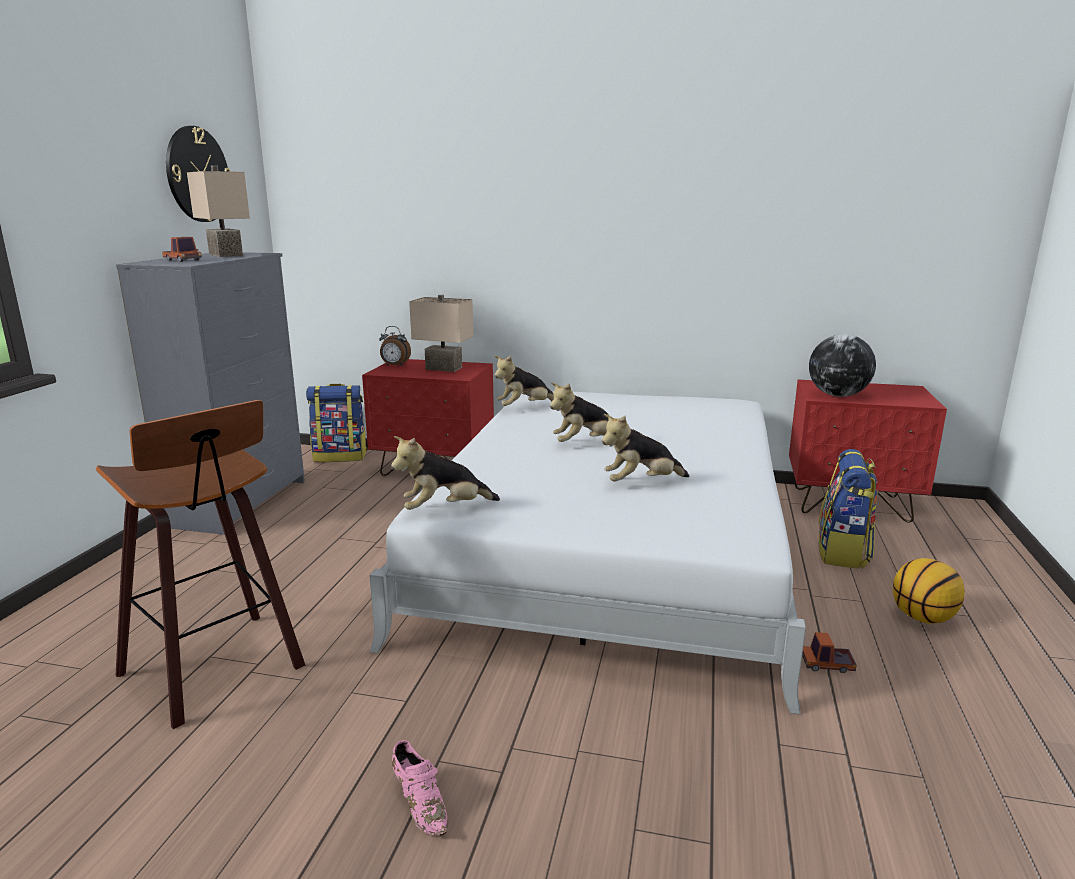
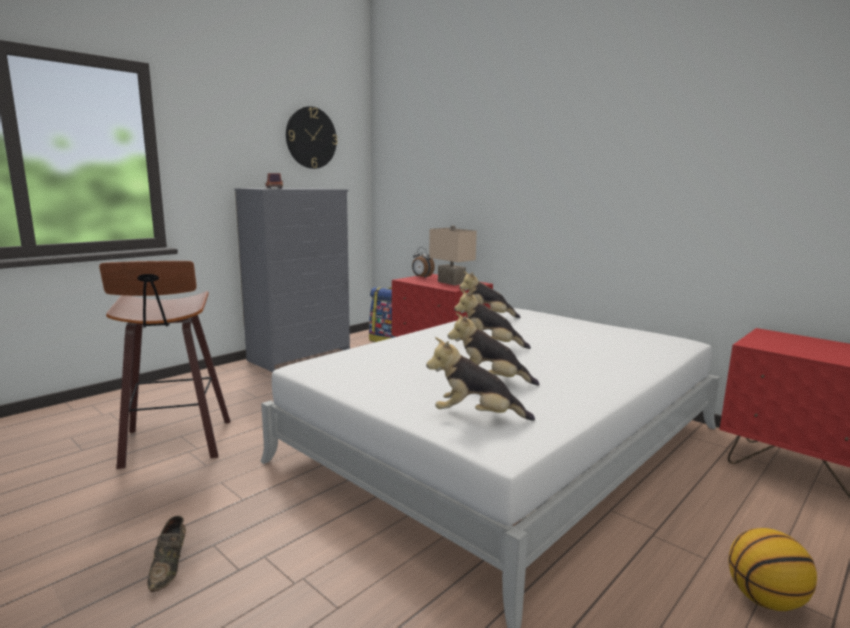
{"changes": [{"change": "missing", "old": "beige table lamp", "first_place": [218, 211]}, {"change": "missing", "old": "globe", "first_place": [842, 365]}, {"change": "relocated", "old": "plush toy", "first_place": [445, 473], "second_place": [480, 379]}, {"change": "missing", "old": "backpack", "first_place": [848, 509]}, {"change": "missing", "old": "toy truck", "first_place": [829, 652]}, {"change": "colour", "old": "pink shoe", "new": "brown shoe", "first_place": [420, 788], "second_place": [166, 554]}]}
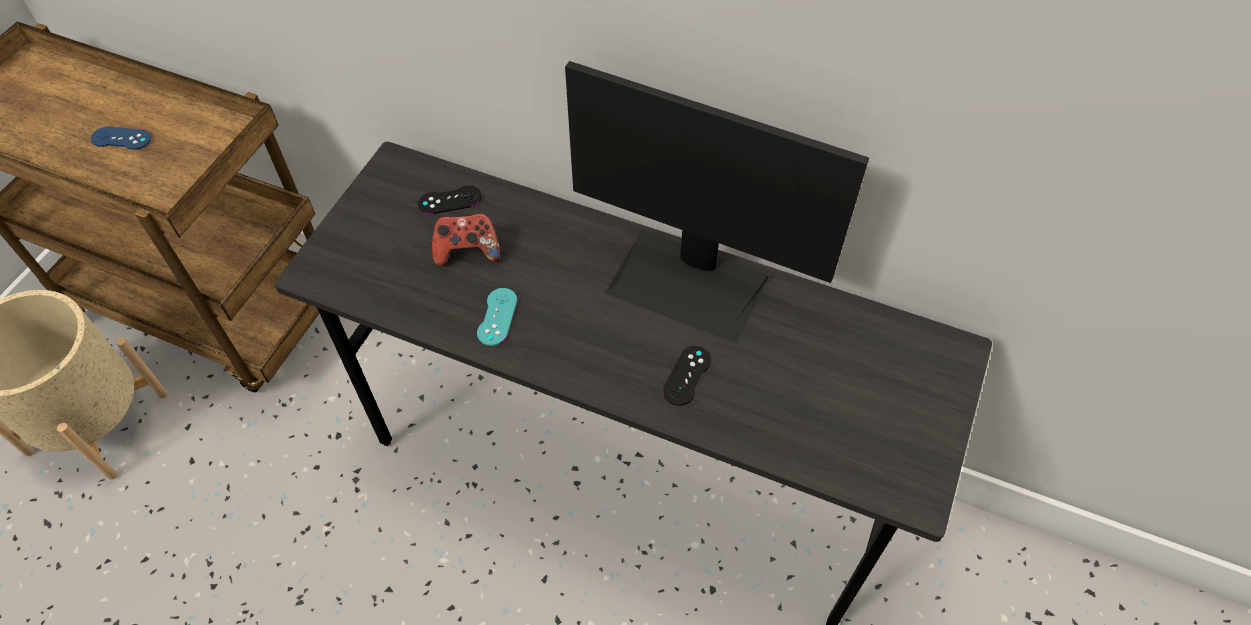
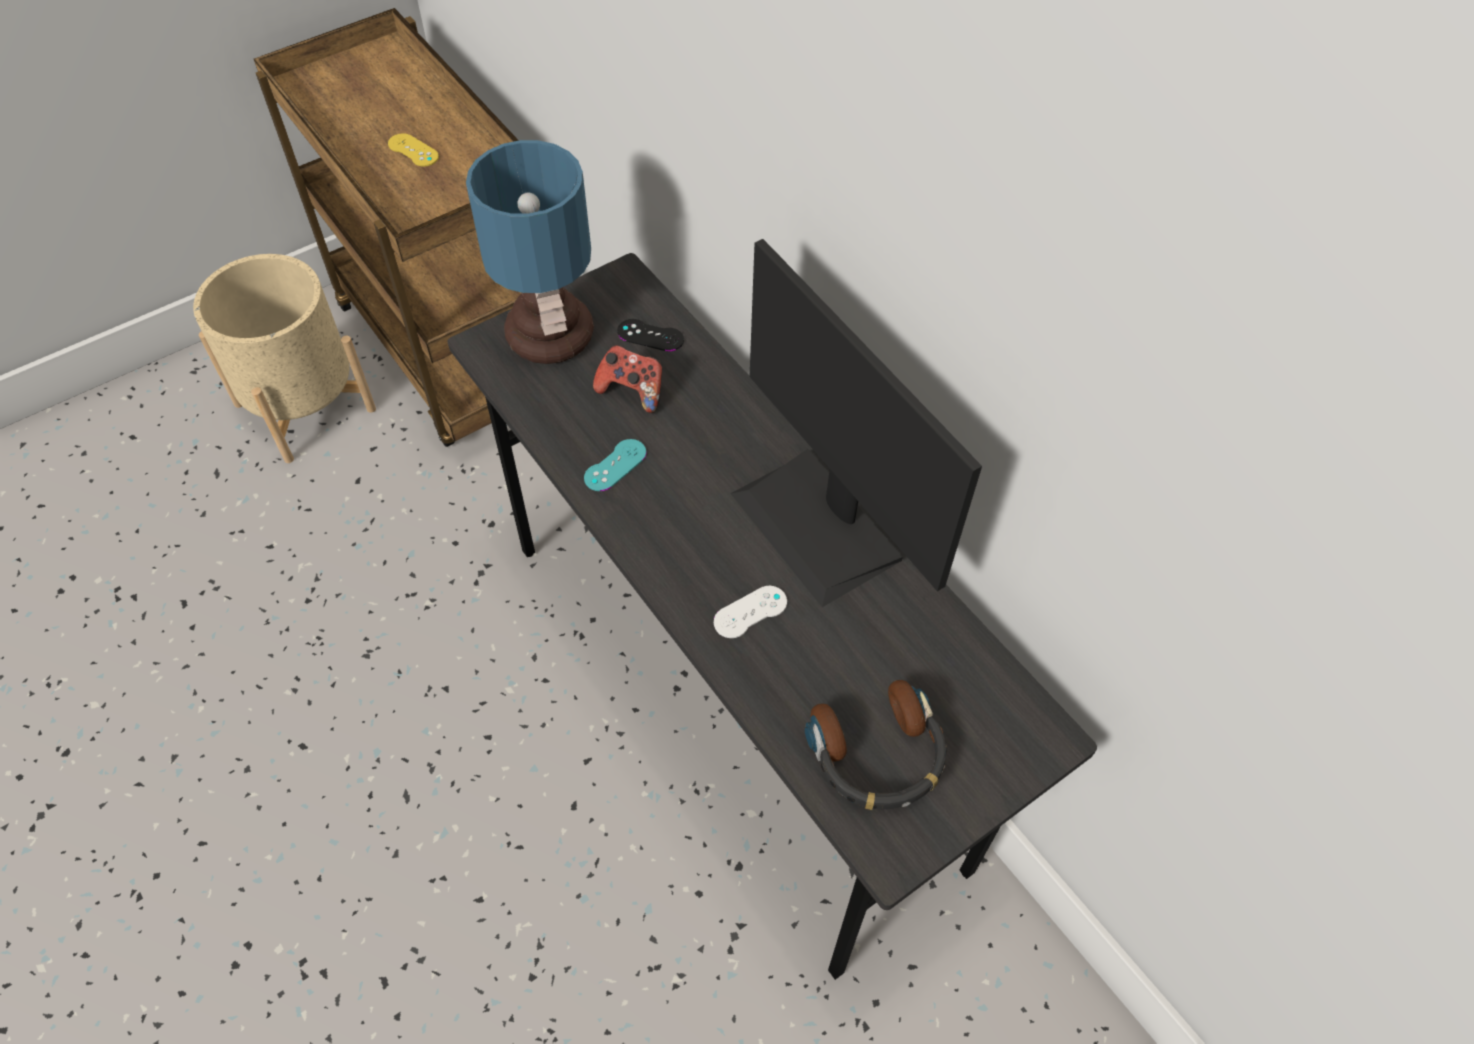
{"changes": [{"change": "colour", "old": "blue game controller", "new": "yellow game controller", "first_place": [121, 138], "second_place": [413, 150]}, {"change": "colour", "old": "black game controller", "new": "white game controller", "first_place": [687, 376], "second_place": [750, 612]}, {"change": "appeared", "new": "table lamp", "second_place": [530, 252]}, {"change": "appeared", "new": "headphones", "second_place": [876, 745]}]}
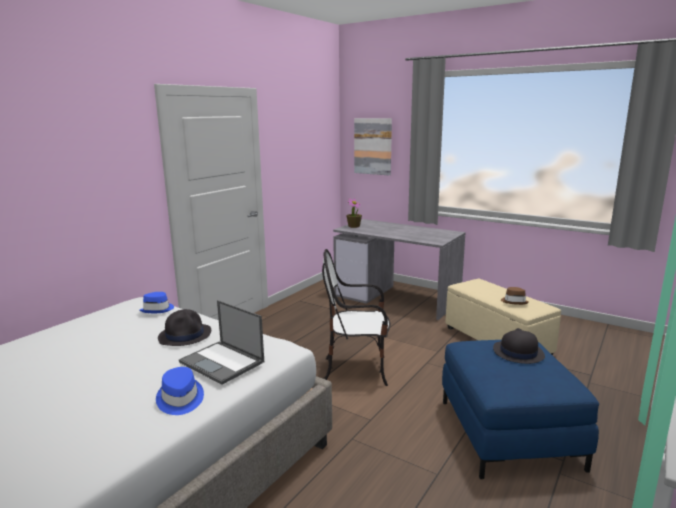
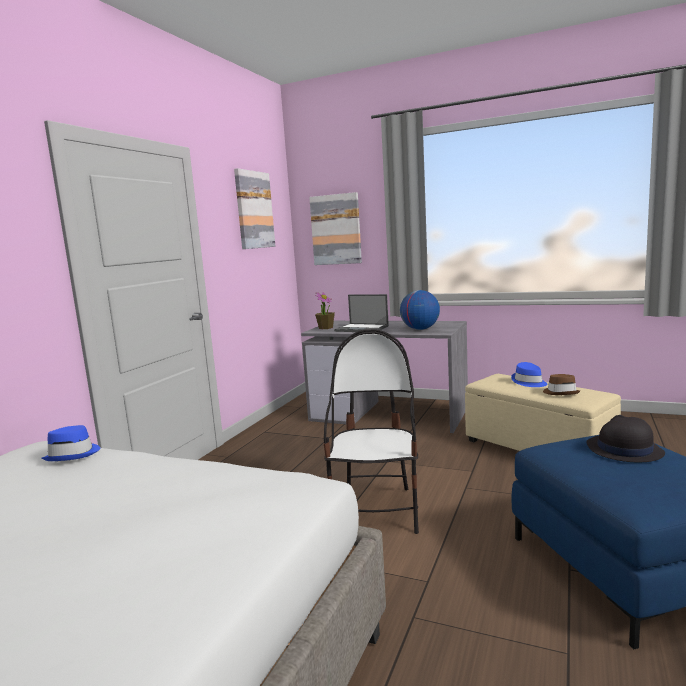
{"changes": [{"change": "spun", "old": "chair", "first_place": [356, 317], "second_place": [371, 431], "degrees": 105}, {"change": "relocated", "old": "laptop", "first_place": [221, 342], "second_place": [361, 313]}, {"change": "missing", "old": "black hat", "first_place": [184, 327]}, {"change": "relocated", "old": "blue hat", "first_place": [180, 391], "second_place": [529, 374]}, {"change": "appeared", "new": "picture", "second_place": [254, 208]}, {"change": "appeared", "new": "globe", "second_place": [420, 310]}]}
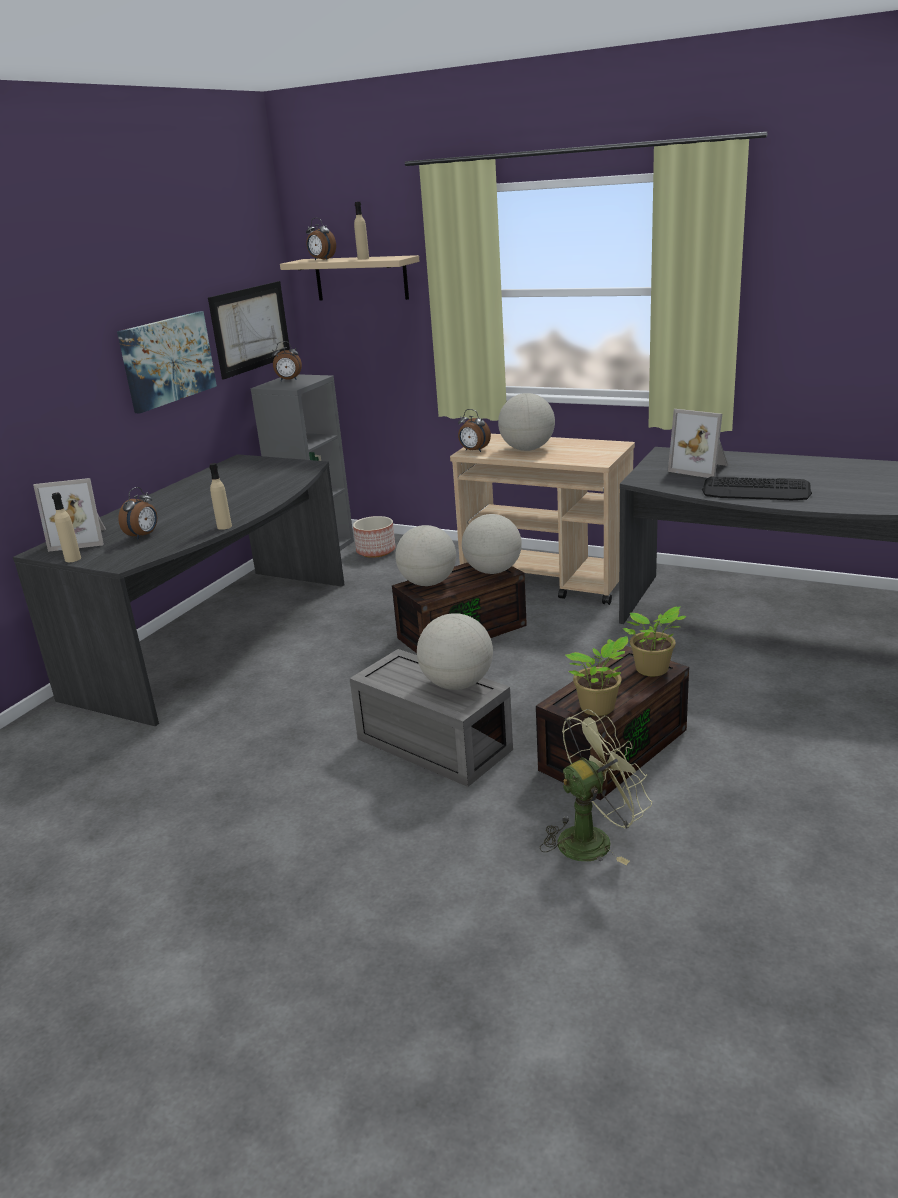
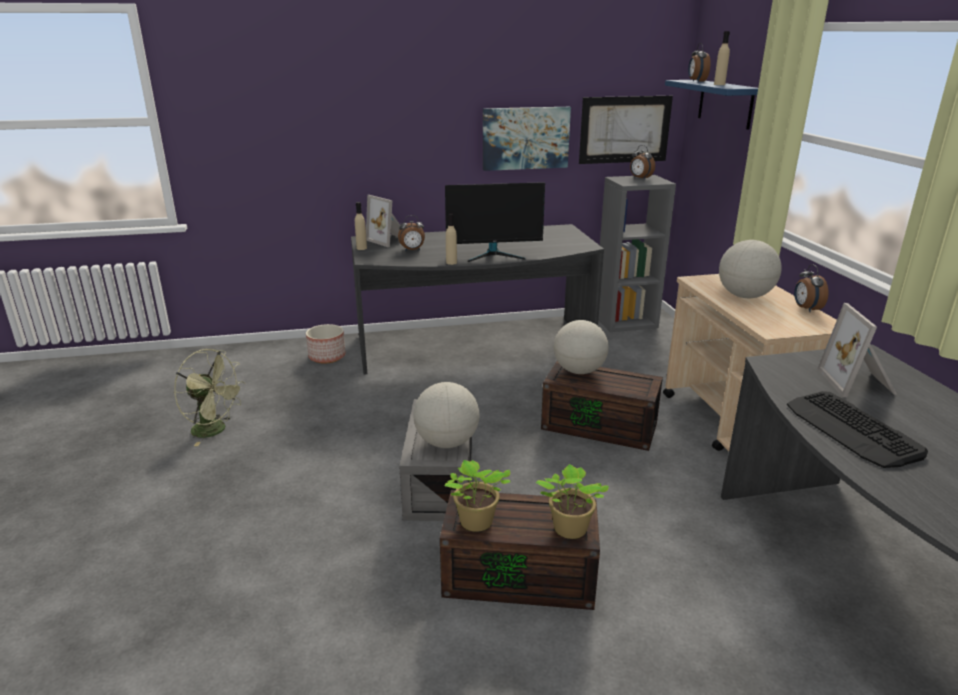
{"changes": [{"change": "colour", "old": "beige shelf", "new": "blue shelf", "first_place": [349, 277], "second_place": [711, 105]}, {"change": "relocated", "old": "alarm clock", "first_place": [474, 430], "second_place": [811, 288]}, {"change": "missing", "old": "globe", "first_place": [492, 544]}, {"change": "relocated", "old": "planter", "first_place": [374, 537], "second_place": [326, 344]}, {"change": "relocated", "old": "green fan", "first_place": [596, 787], "second_place": [210, 397]}, {"change": "appeared", "new": "monitor", "second_place": [495, 222]}]}
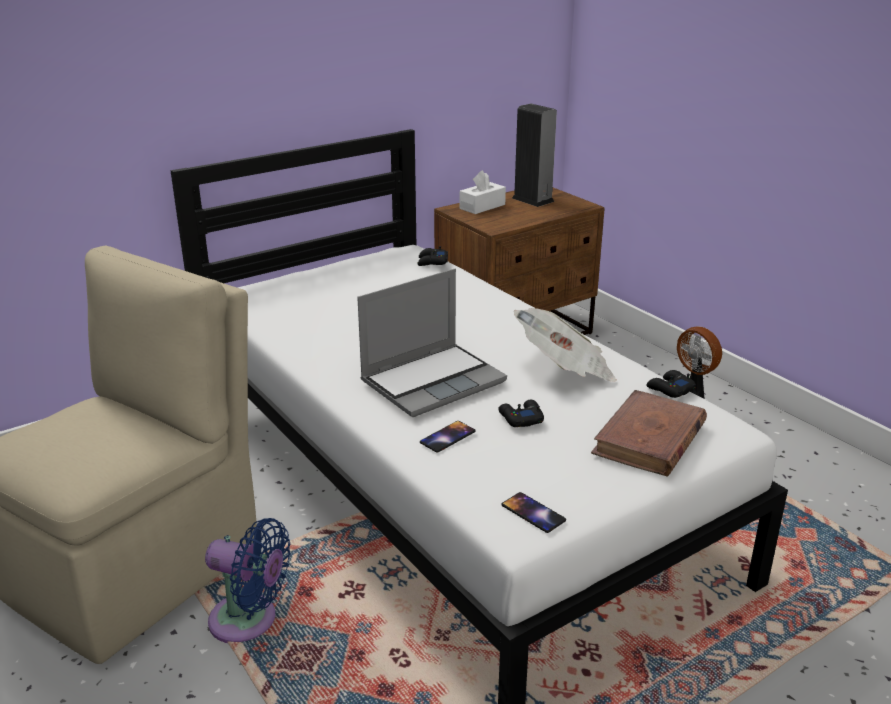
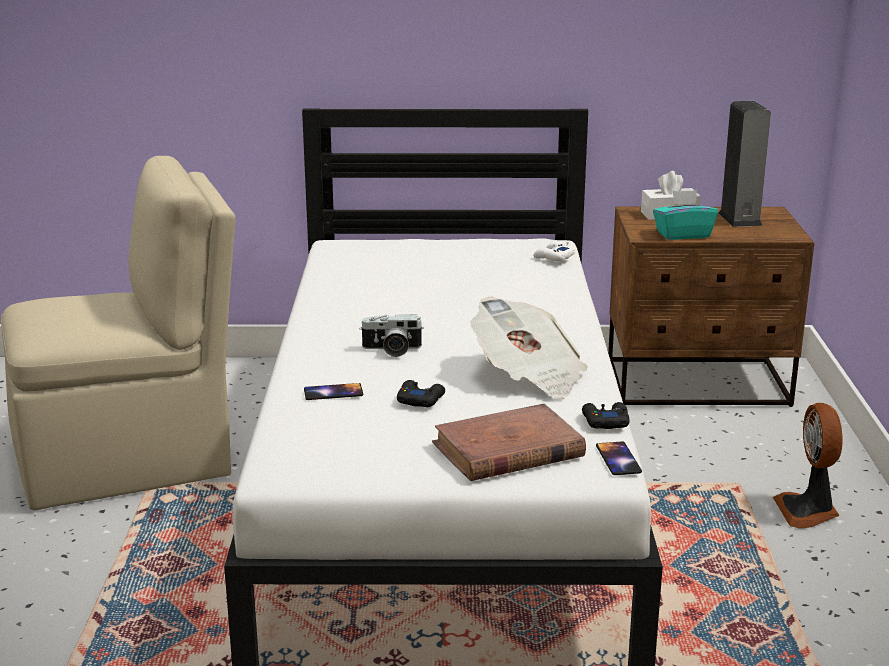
{"changes": [{"change": "colour", "old": "black game controller", "new": "white game controller", "first_place": [433, 256], "second_place": [554, 251]}, {"change": "exchanged", "old": "laptop", "new": "photo camera", "first_place": [432, 343], "second_place": [392, 335]}, {"change": "relocated", "old": "phone", "first_place": [534, 512], "second_place": [619, 458]}, {"change": "missing", "old": "blue fan", "first_place": [247, 580]}, {"change": "appeared", "new": "turquoise tissue box", "second_place": [685, 215]}]}
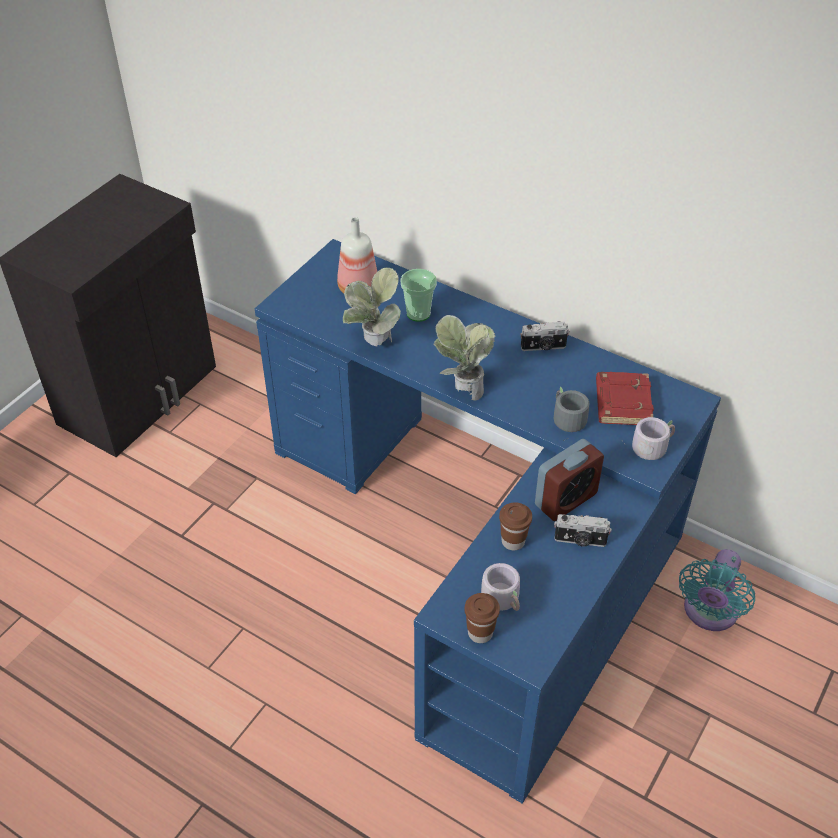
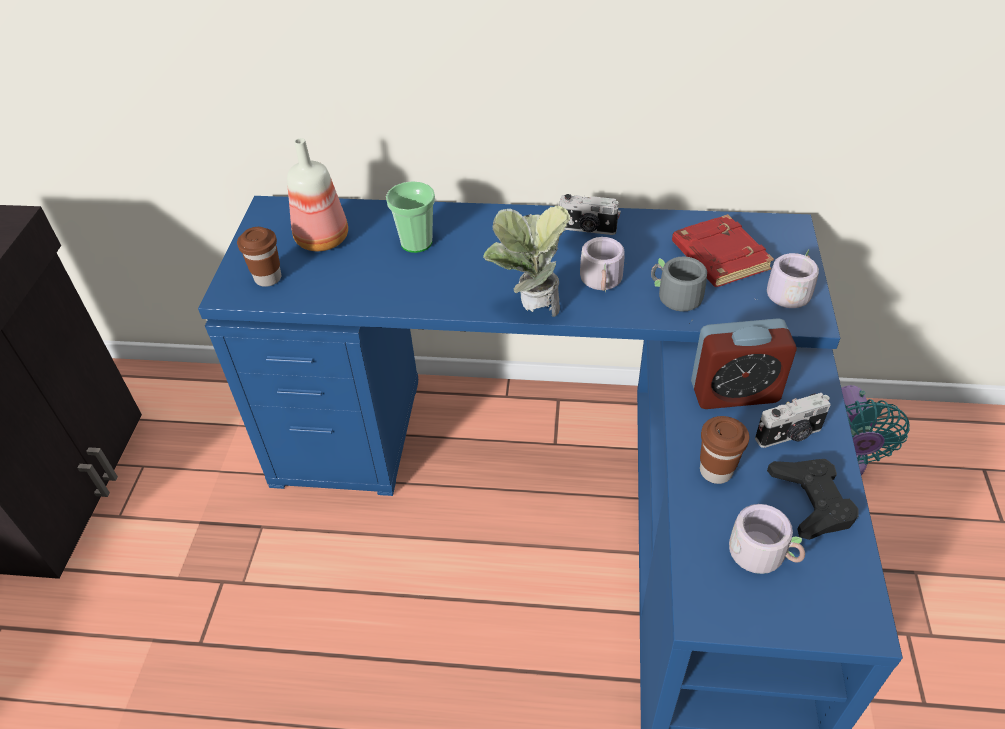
{"changes": [{"change": "missing", "old": "potted plant", "first_place": [372, 306]}, {"change": "spun", "old": "photo camera", "first_place": [545, 336], "second_place": [589, 214], "degrees": 45}, {"change": "spun", "old": "alarm clock", "first_place": [569, 480], "second_place": [744, 363], "degrees": 60}, {"change": "relocated", "old": "brown cup", "first_place": [482, 618], "second_place": [259, 257]}, {"change": "appeared", "new": "grey mug", "second_place": [603, 264]}, {"change": "appeared", "new": "black game controller", "second_place": [813, 499]}]}
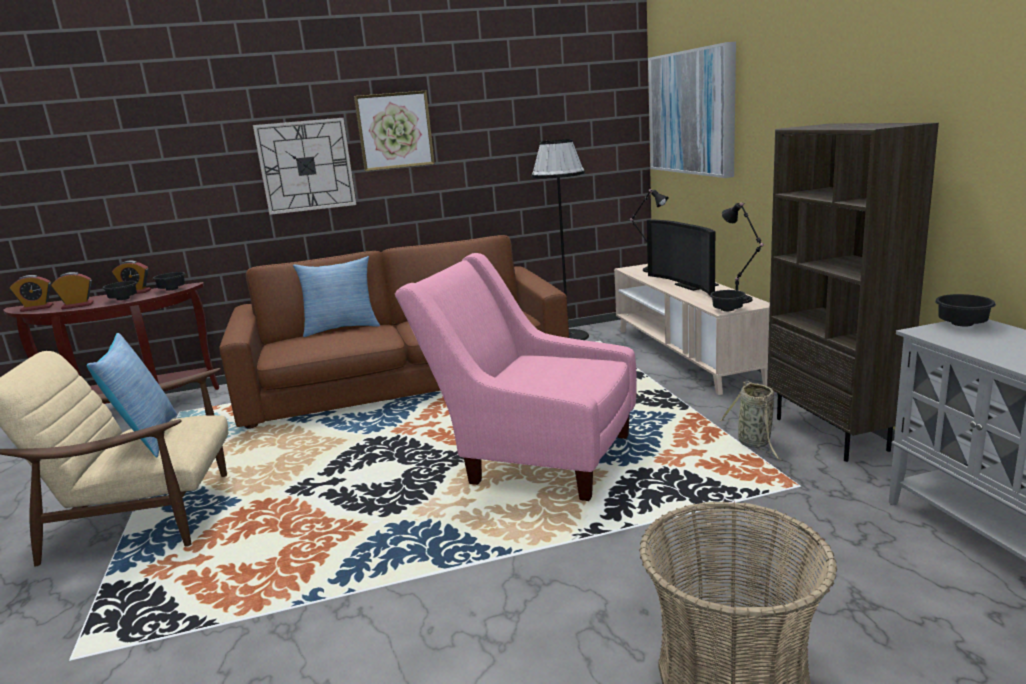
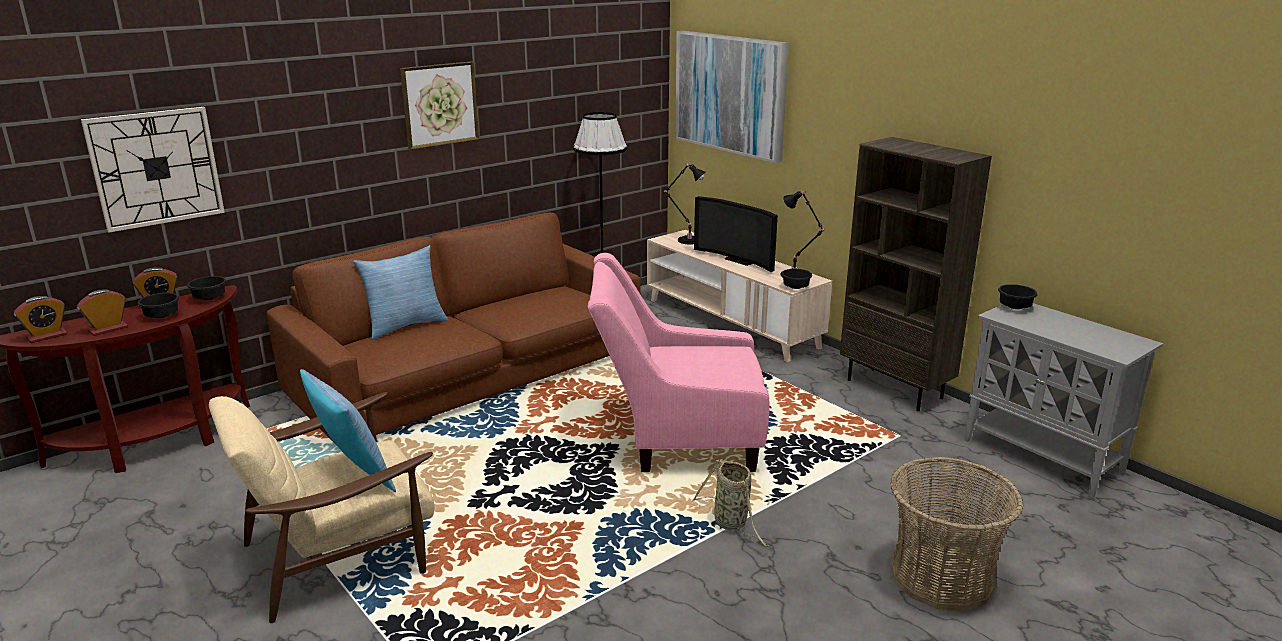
{"changes": [{"change": "relocated", "old": "wall clock", "first_place": [304, 166], "second_place": [153, 170]}, {"change": "relocated", "old": "basket", "first_place": [751, 421], "second_place": [730, 503]}]}
